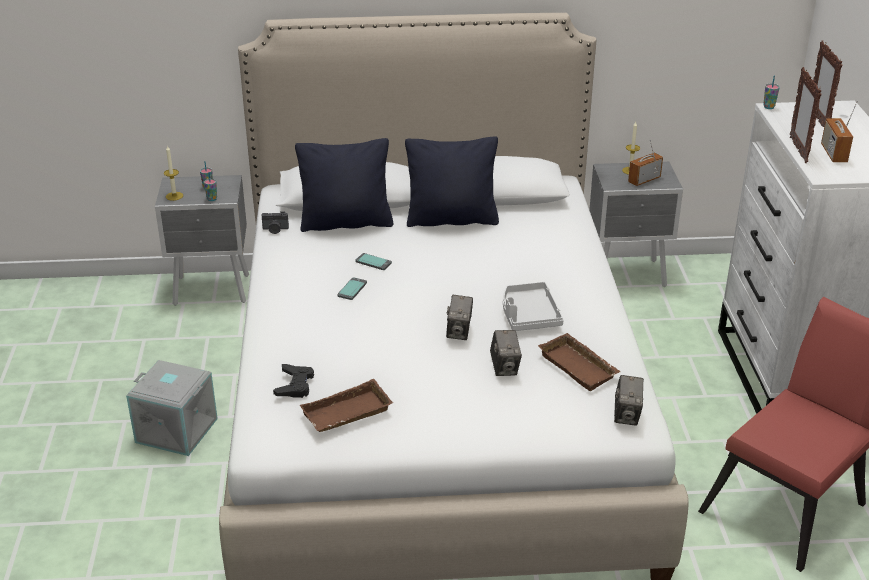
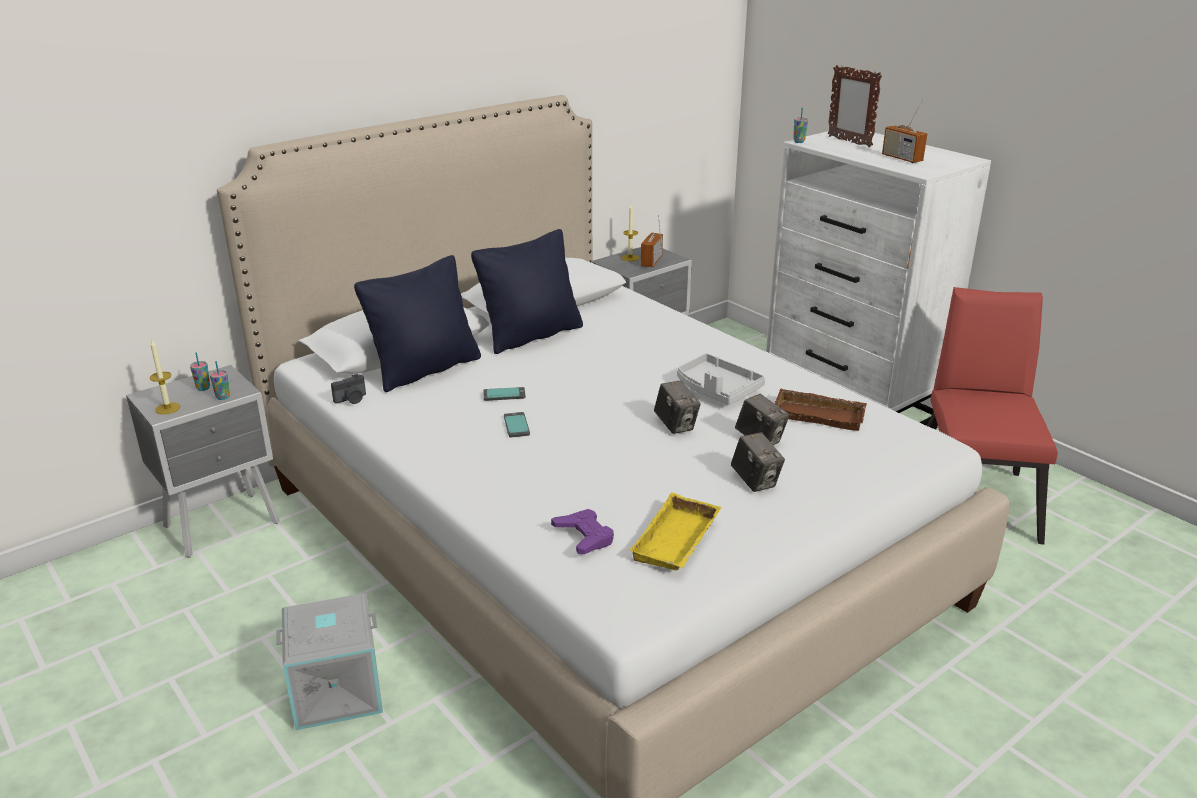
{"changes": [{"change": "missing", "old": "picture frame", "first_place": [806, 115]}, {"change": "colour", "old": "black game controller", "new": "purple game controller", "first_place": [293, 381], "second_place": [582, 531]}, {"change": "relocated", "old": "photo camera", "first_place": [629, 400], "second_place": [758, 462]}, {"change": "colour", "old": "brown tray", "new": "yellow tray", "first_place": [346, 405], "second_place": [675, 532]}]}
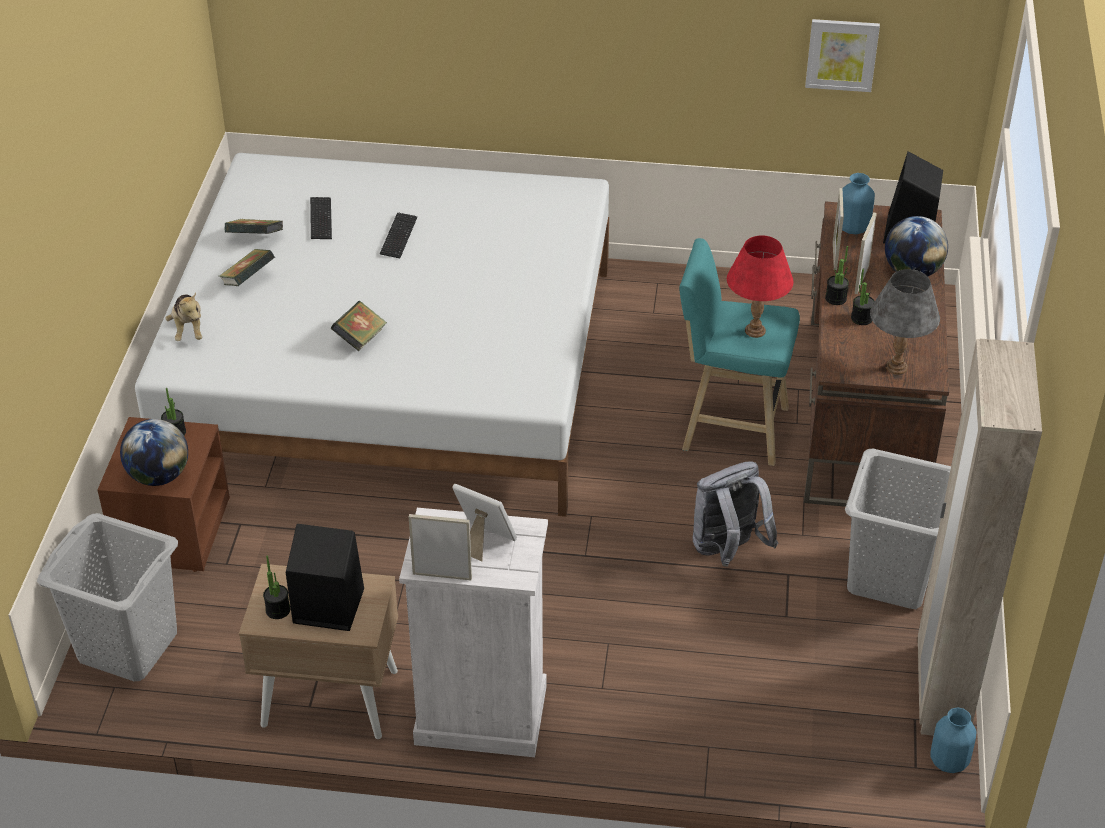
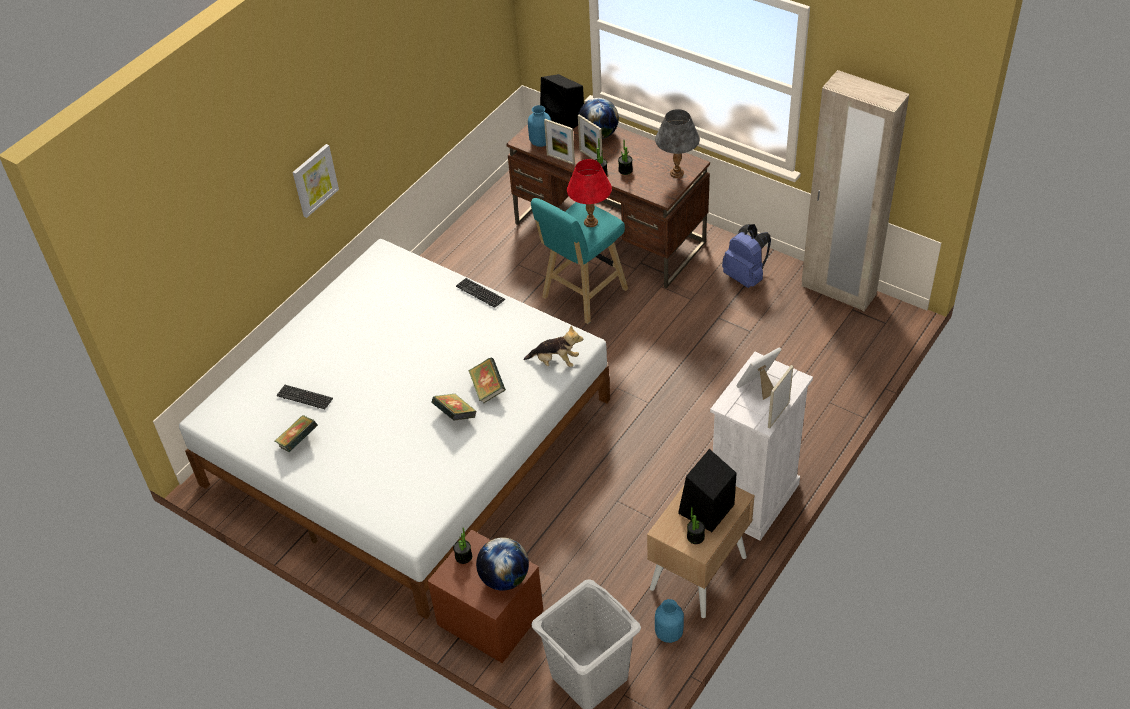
{"changes": [{"change": "relocated", "old": "picture", "first_place": [842, 55], "second_place": [315, 181]}, {"change": "relocated", "old": "keyboard", "first_place": [398, 235], "second_place": [480, 293]}, {"change": "relocated", "old": "book", "first_place": [247, 267], "second_place": [487, 380]}, {"change": "relocated", "old": "plush toy", "first_place": [183, 316], "second_place": [553, 346]}, {"change": "exchanged", "old": "grey laundry basket", "new": "blue backpack", "first_place": [898, 528], "second_place": [746, 256]}, {"change": "missing", "old": "grey backpack", "first_place": [735, 514]}, {"change": "relocated", "old": "blue vase", "first_place": [953, 740], "second_place": [669, 621]}]}
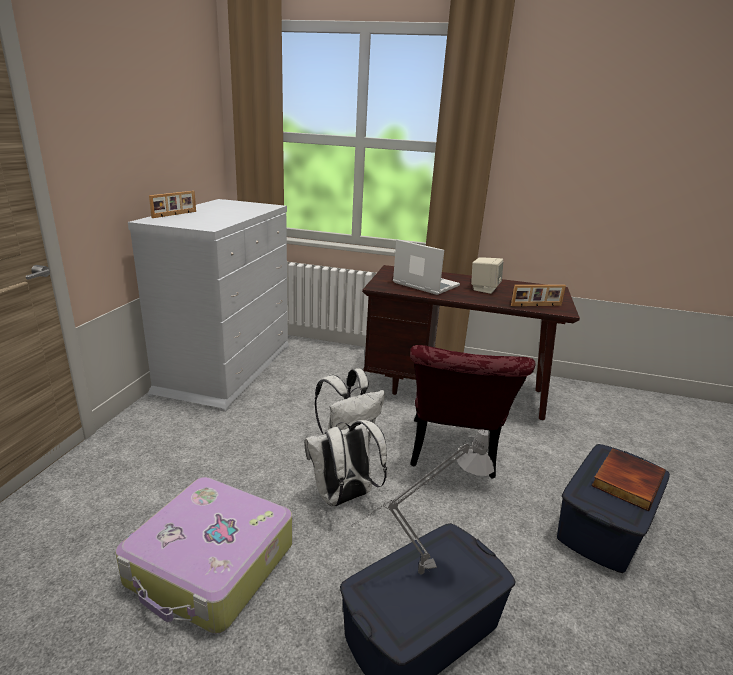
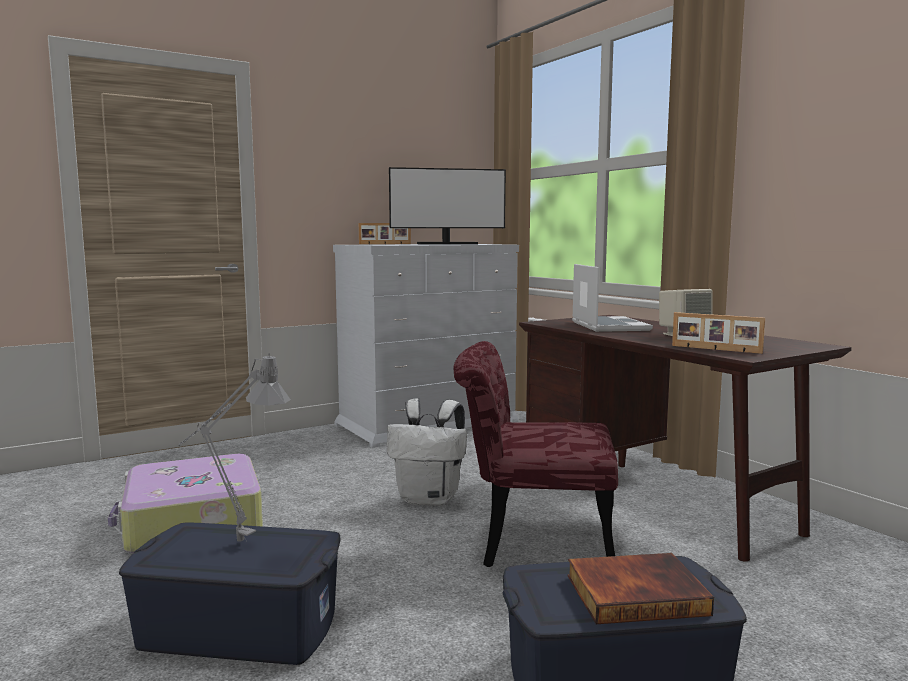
{"changes": [{"change": "spun", "old": "red chair", "first_place": [473, 412], "second_place": [535, 454], "degrees": 45}, {"change": "missing", "old": "white backpack", "first_place": [345, 463]}, {"change": "appeared", "new": "monitor", "second_place": [447, 206]}]}
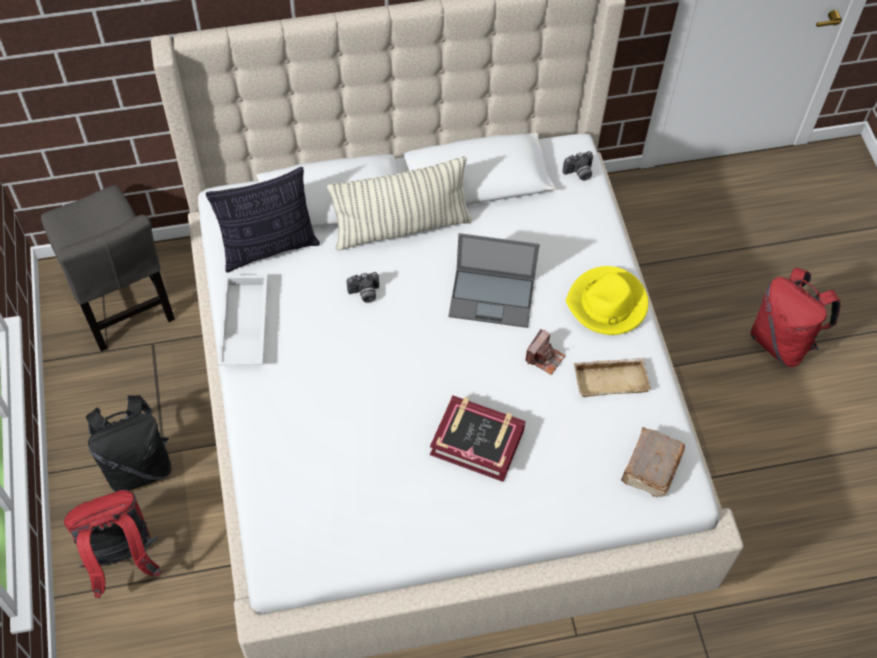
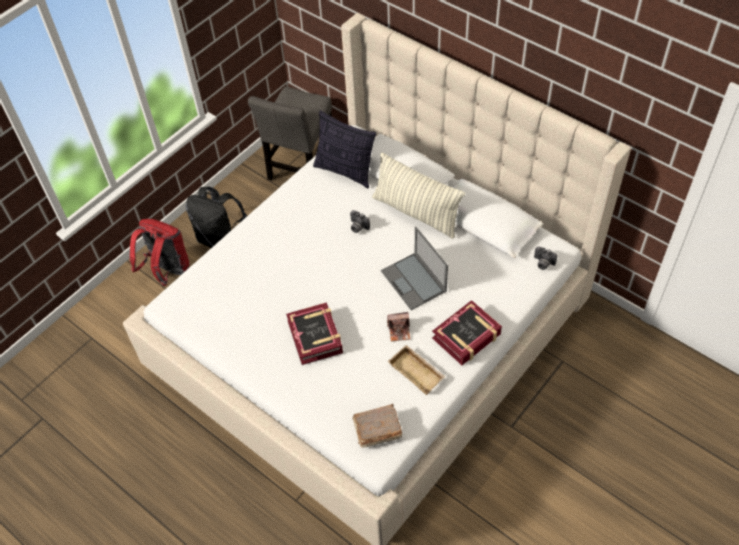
{"changes": [{"change": "exchanged", "old": "yellow hat", "new": "book", "first_place": [607, 300], "second_place": [467, 332]}, {"change": "missing", "old": "red backpack", "first_place": [795, 317]}, {"change": "missing", "old": "white tray", "first_place": [242, 320]}]}
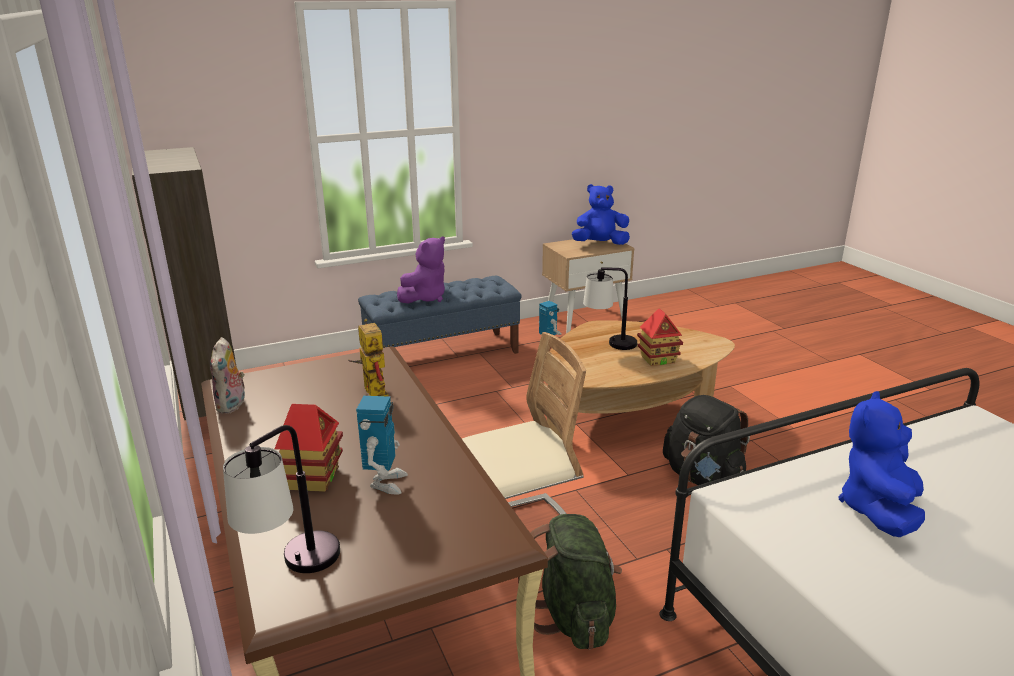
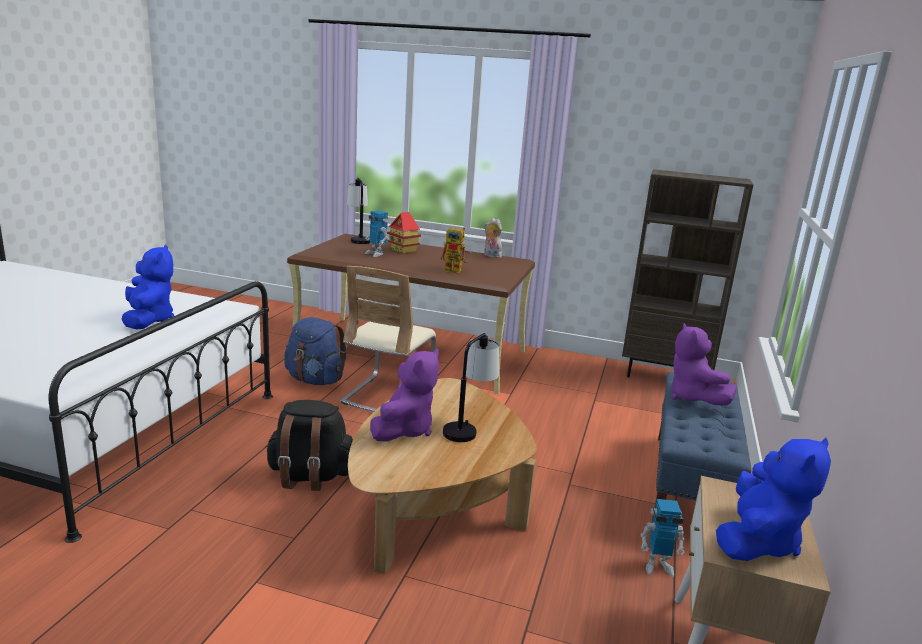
{"changes": [{"change": "exchanged", "old": "toy house", "new": "purple plush toy", "first_place": [660, 337], "second_place": [404, 395]}, {"change": "colour", "old": "green backpack", "new": "blue backpack", "first_place": [570, 581], "second_place": [315, 351]}]}
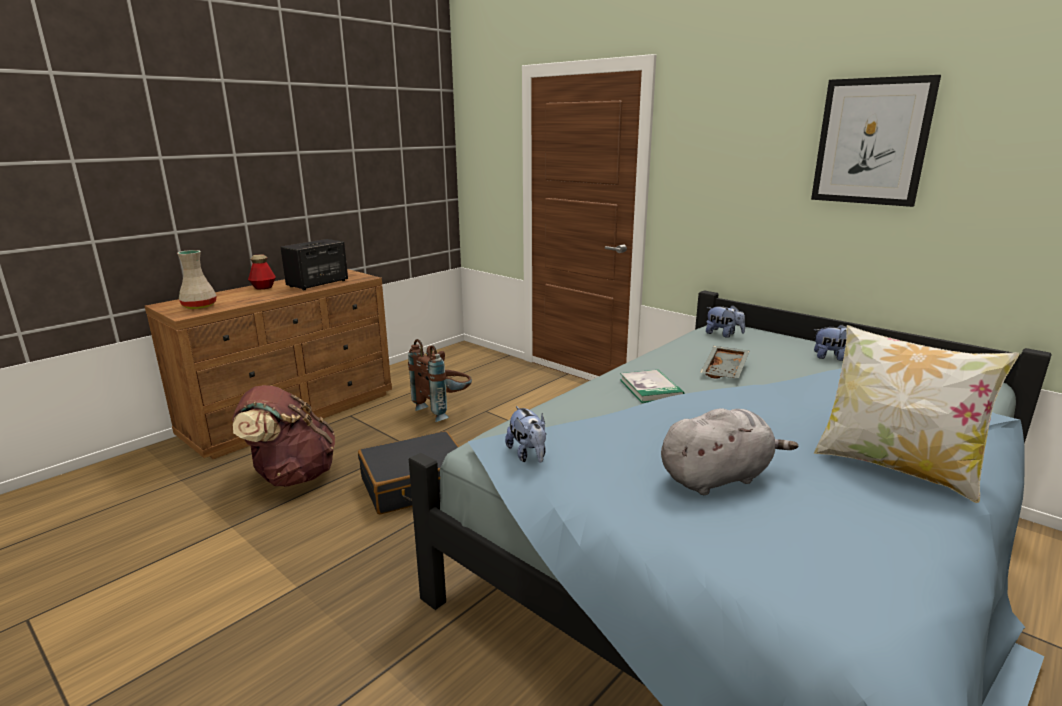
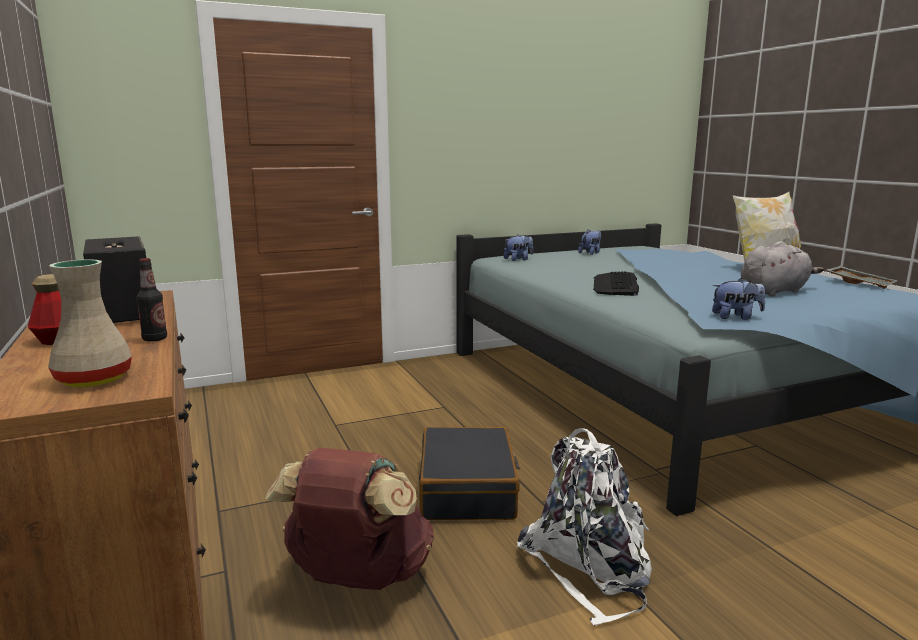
{"changes": [{"change": "missing", "old": "picture", "first_place": [876, 141]}, {"change": "missing", "old": "brown backpack", "first_place": [440, 380]}, {"change": "relocated", "old": "grey tray", "first_place": [724, 362], "second_place": [862, 277]}, {"change": "exchanged", "old": "book", "new": "keyboard", "first_place": [652, 386], "second_place": [616, 284]}, {"change": "spun", "old": "grey plush toy", "first_place": [729, 451], "second_place": [782, 268], "degrees": 60}, {"change": "appeared", "new": "bottle", "second_place": [151, 300]}, {"change": "appeared", "new": "white backpack", "second_place": [584, 527]}]}
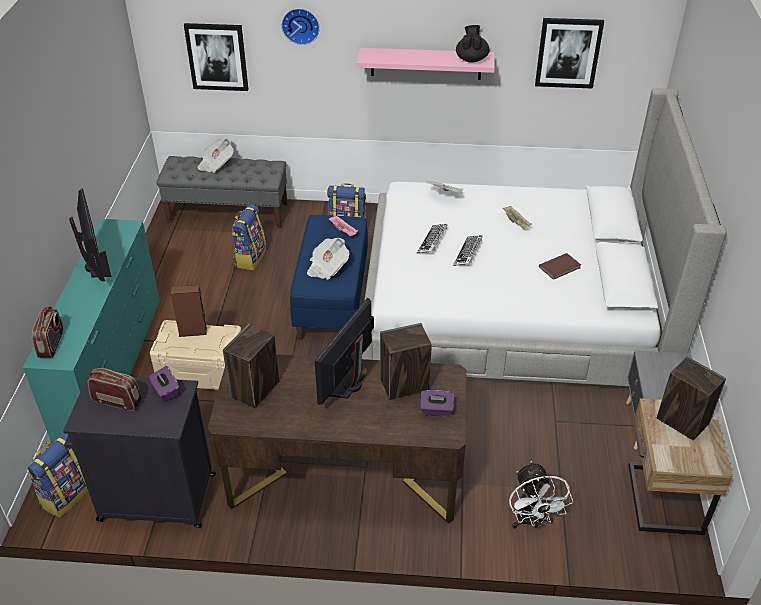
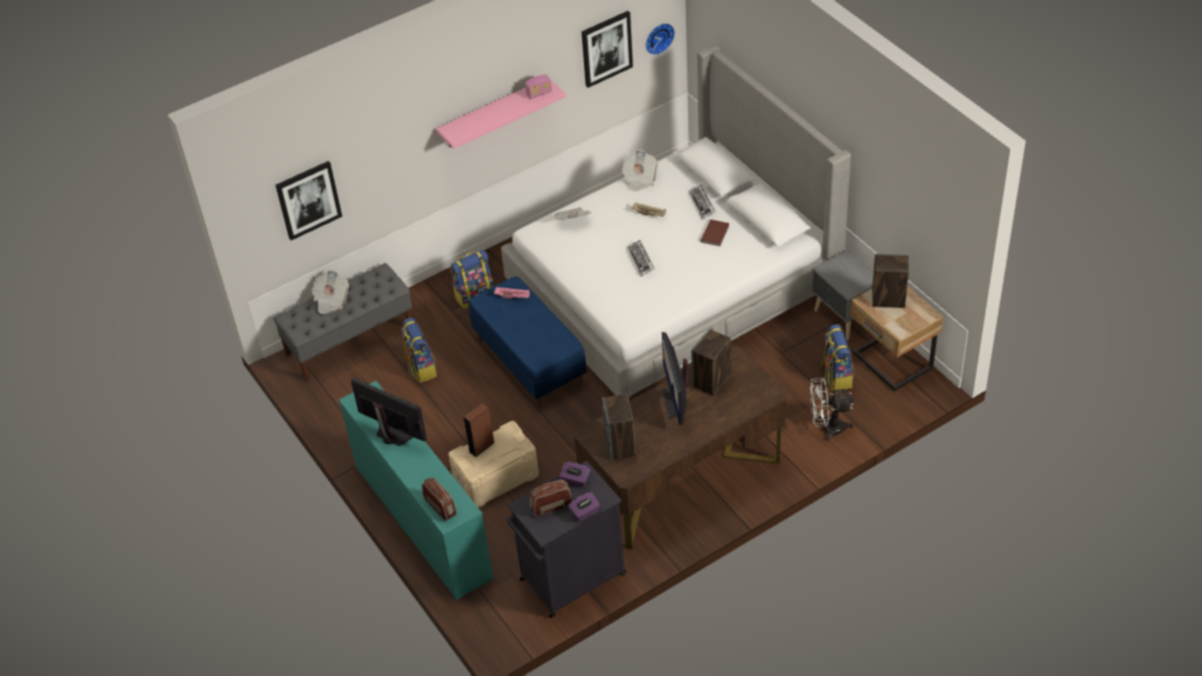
{"changes": [{"change": "relocated", "old": "wall clock", "first_place": [301, 26], "second_place": [660, 39]}, {"change": "exchanged", "old": "black teapot", "new": "radio", "first_place": [472, 44], "second_place": [538, 87]}, {"change": "relocated", "old": "keyboard", "first_place": [432, 238], "second_place": [702, 202]}, {"change": "relocated", "old": "newspaper", "first_place": [328, 259], "second_place": [639, 171]}, {"change": "relocated", "old": "purple tissue box", "first_place": [437, 403], "second_place": [584, 506]}, {"change": "relocated", "old": "backpack", "first_place": [57, 475], "second_place": [837, 357]}, {"change": "spun", "old": "white fan", "first_place": [541, 495], "second_place": [832, 409], "degrees": 135}]}
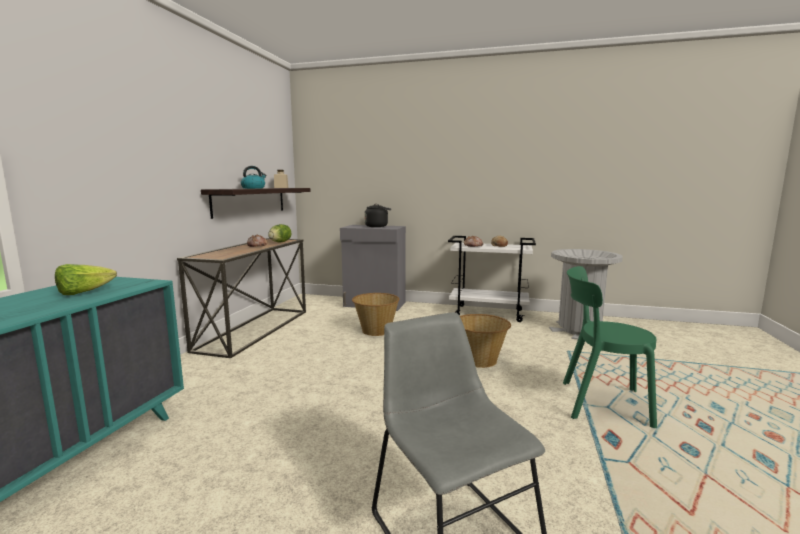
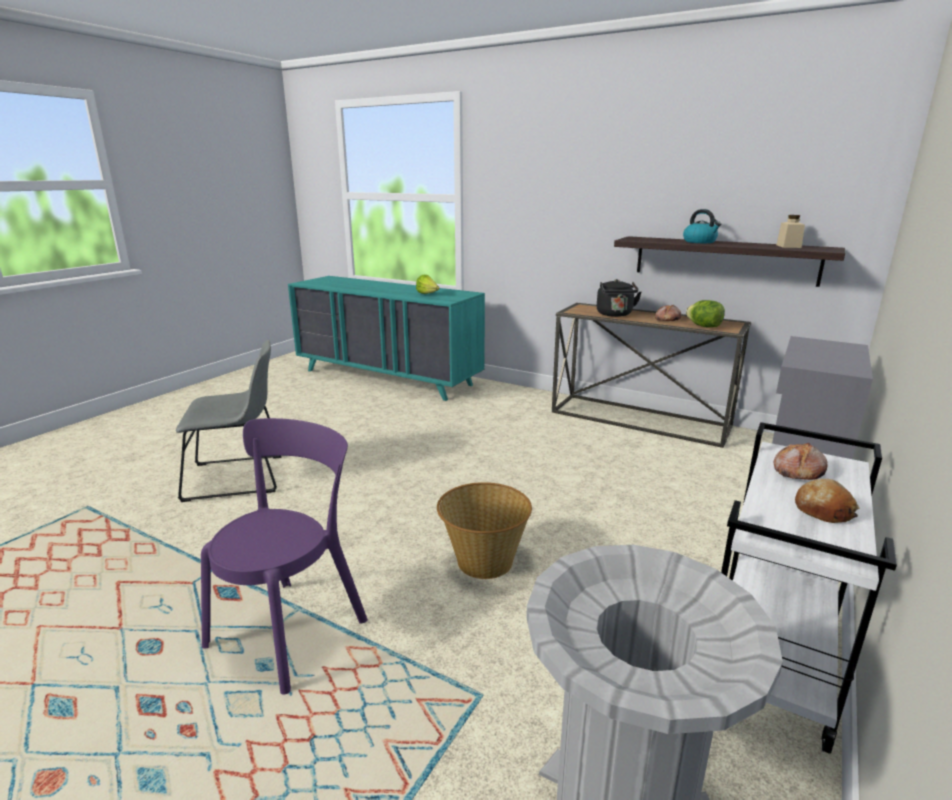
{"changes": [{"change": "relocated", "old": "black kettle", "first_place": [378, 215], "second_place": [619, 298]}, {"change": "colour", "old": "green chair", "new": "purple chair", "first_place": [610, 347], "second_place": [284, 556]}, {"change": "missing", "old": "basket", "first_place": [376, 314]}]}
